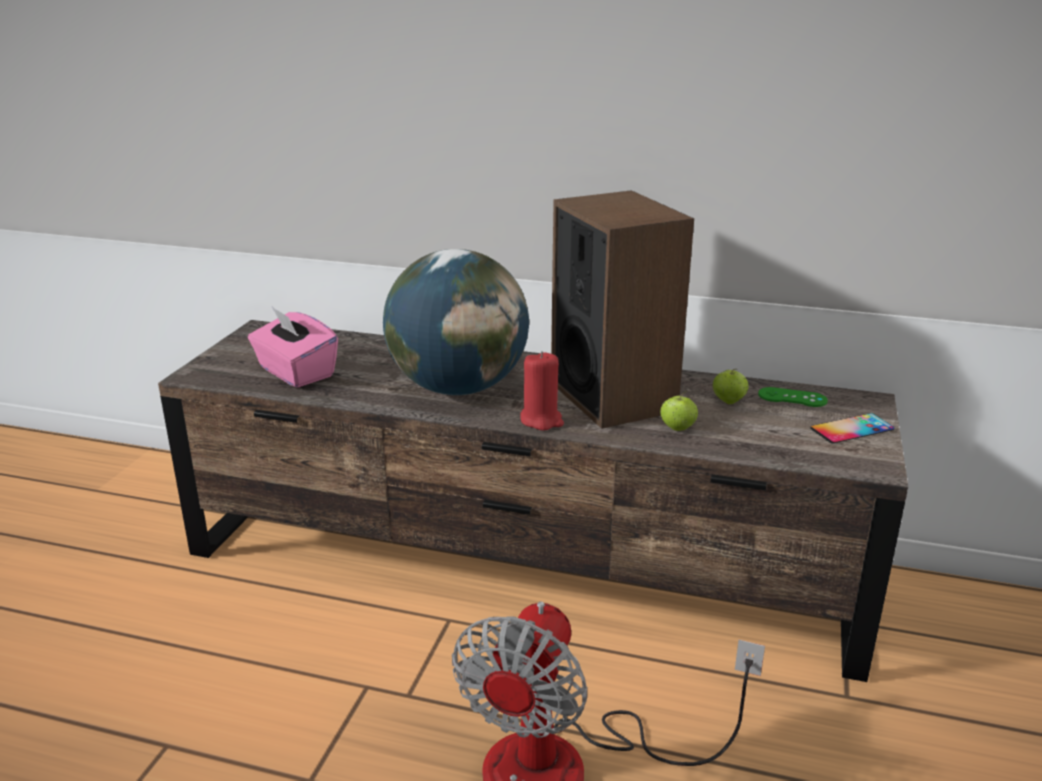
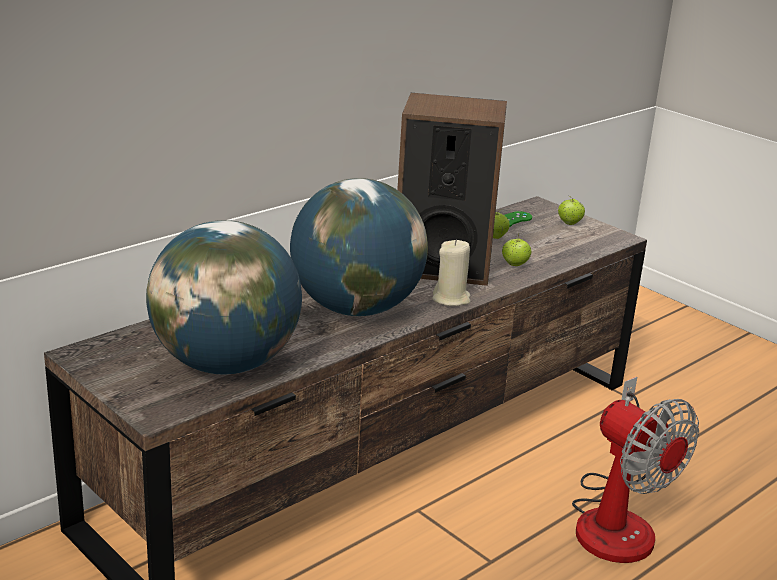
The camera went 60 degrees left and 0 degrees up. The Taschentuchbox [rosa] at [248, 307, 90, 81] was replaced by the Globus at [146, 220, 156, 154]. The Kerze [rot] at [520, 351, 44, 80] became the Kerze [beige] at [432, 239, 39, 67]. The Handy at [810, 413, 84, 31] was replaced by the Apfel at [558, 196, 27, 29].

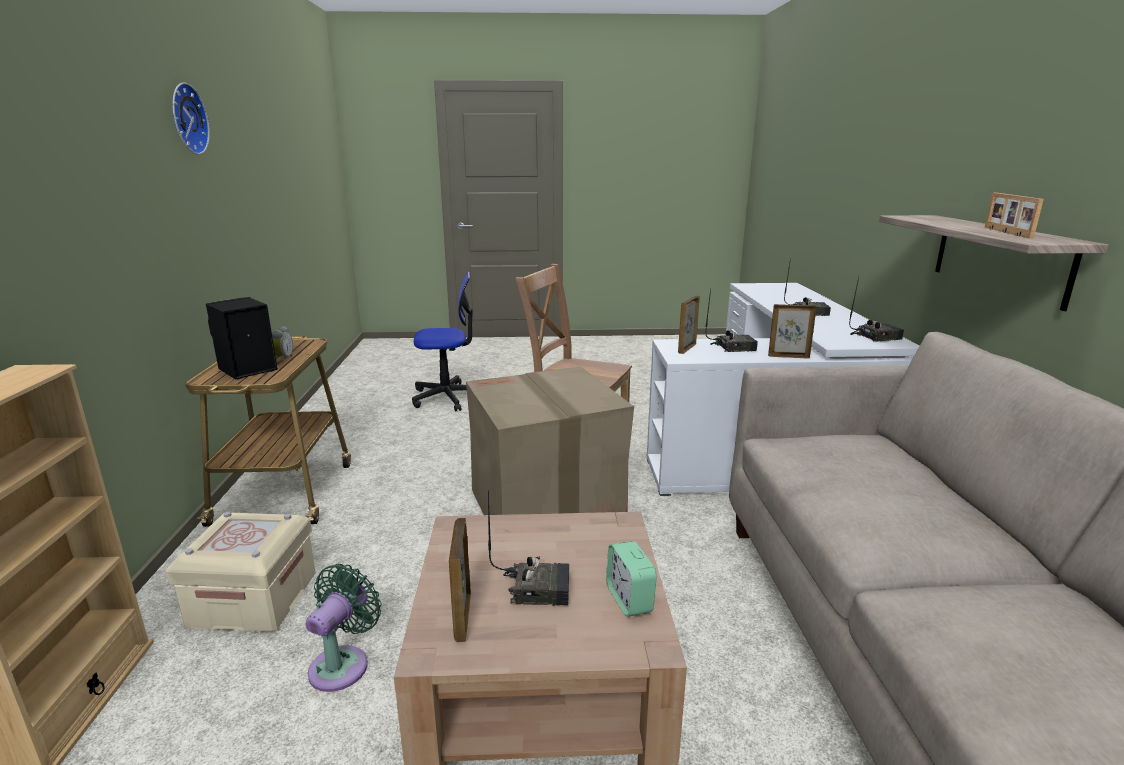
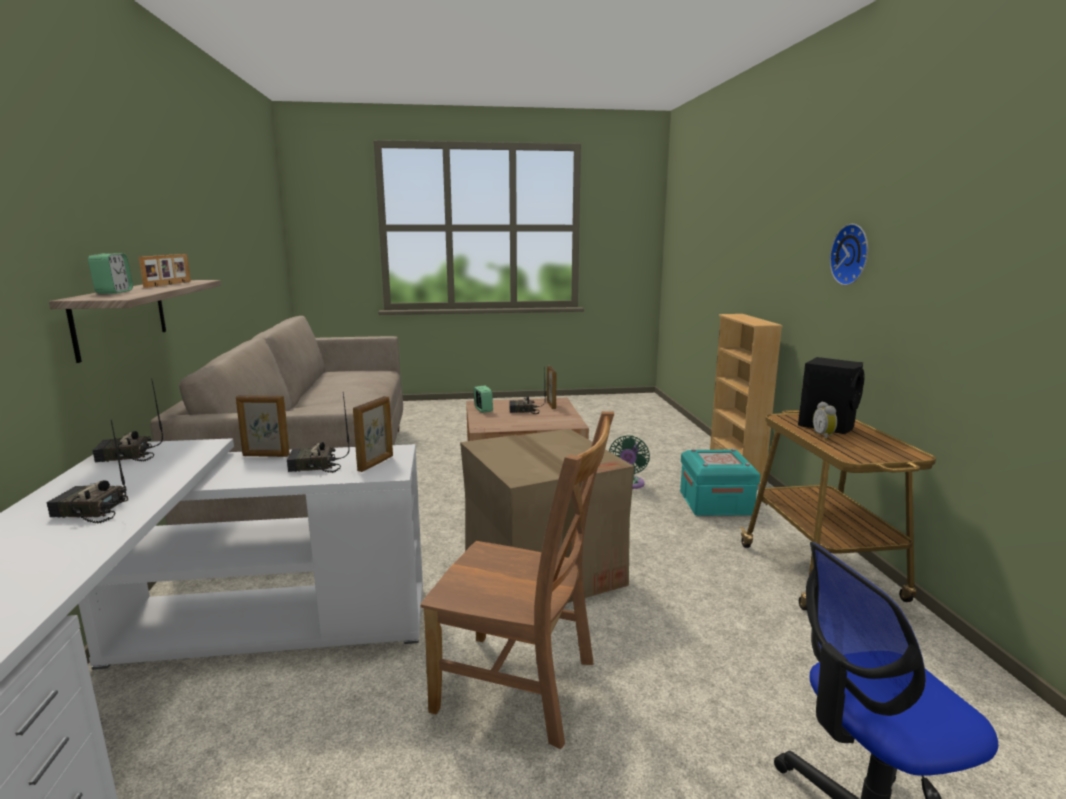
The camera went 175 degrees right and 5 degrees down. The Wanduhr moved from [172, 83, 38, 72] to [829, 224, 39, 62]. The Aufbewahrungsbox [beige] at [166, 511, 150, 121] became the Aufbewahrungsbox [türkis] at [680, 449, 81, 67]. The Wecker at [88, 253, 45, 41] appeared.

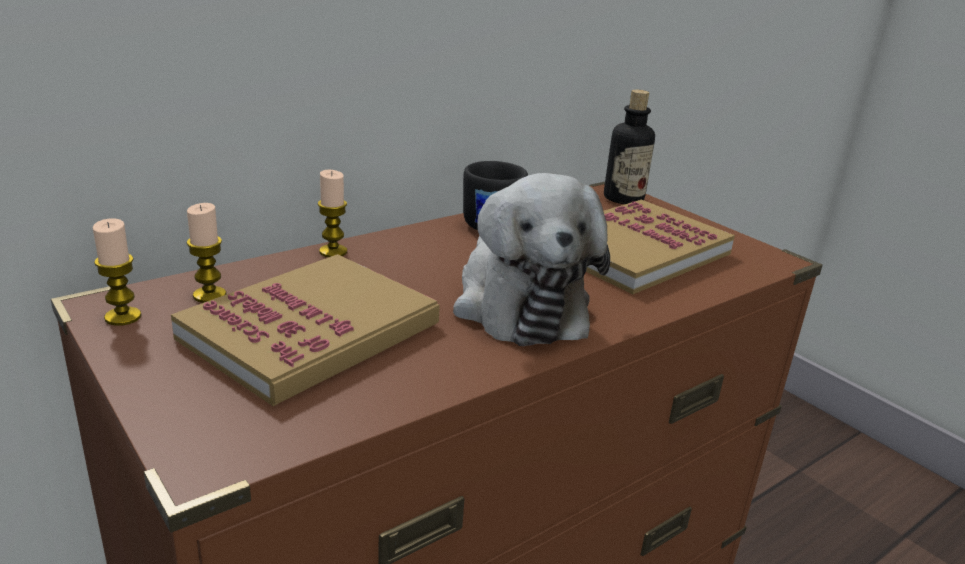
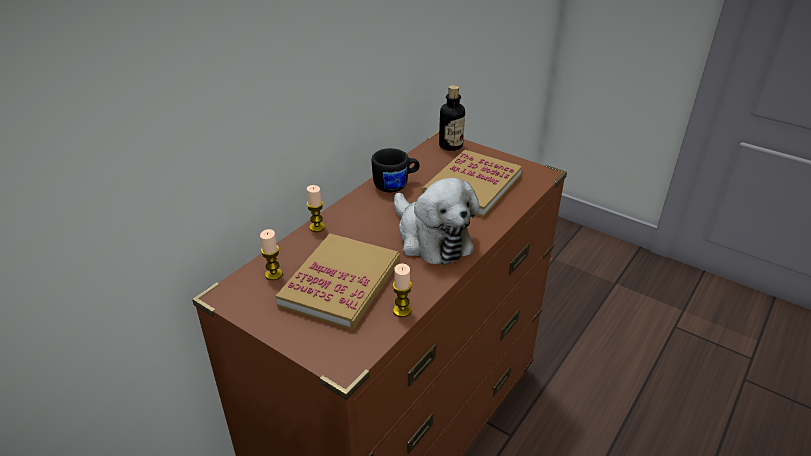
The camera went 15 degrees left and 10 degrees up. The Kerze moved from [93, 218, 48, 108] to [393, 264, 19, 53].

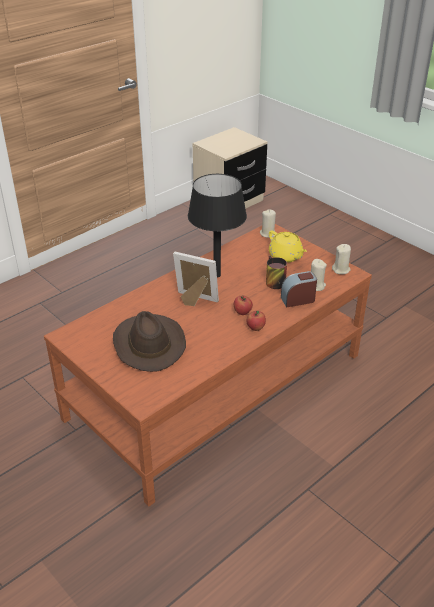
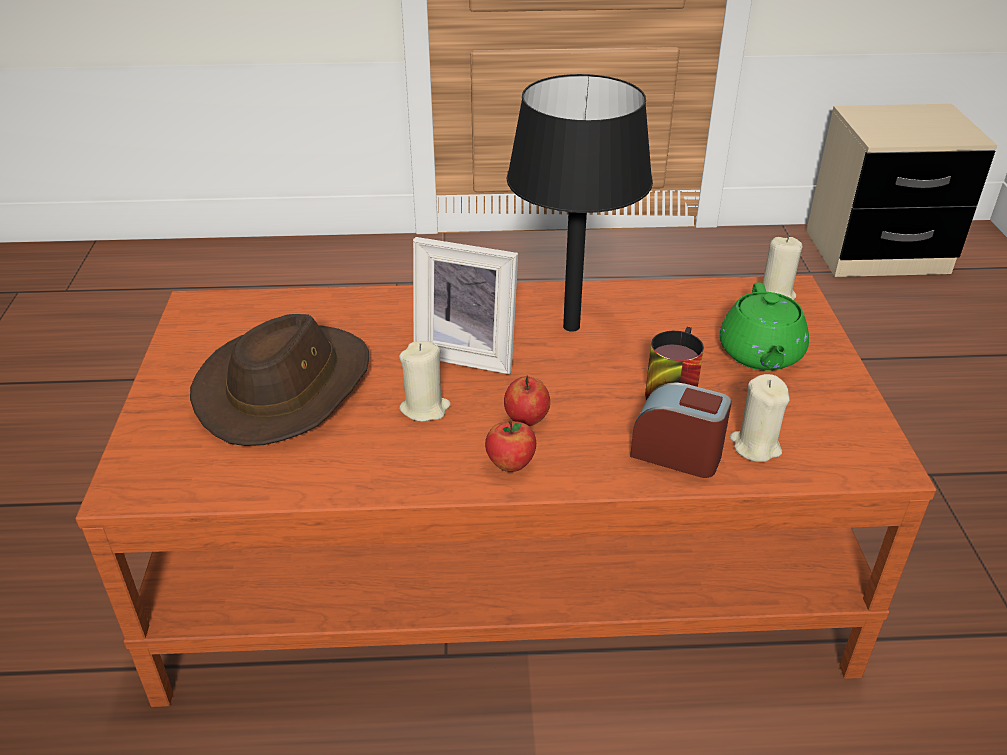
The camera went 40 degrees right and 0 degrees up. The Teekanne [gelb] at [269, 231, 38, 32] became the Teekanne [grün] at [720, 282, 89, 89]. The Kerze [beige] moved from [332, 244, 19, 30] to [399, 341, 52, 81]. The Bilderrahmen at [173, 252, 46, 54] turned 135 degrees clockwise.

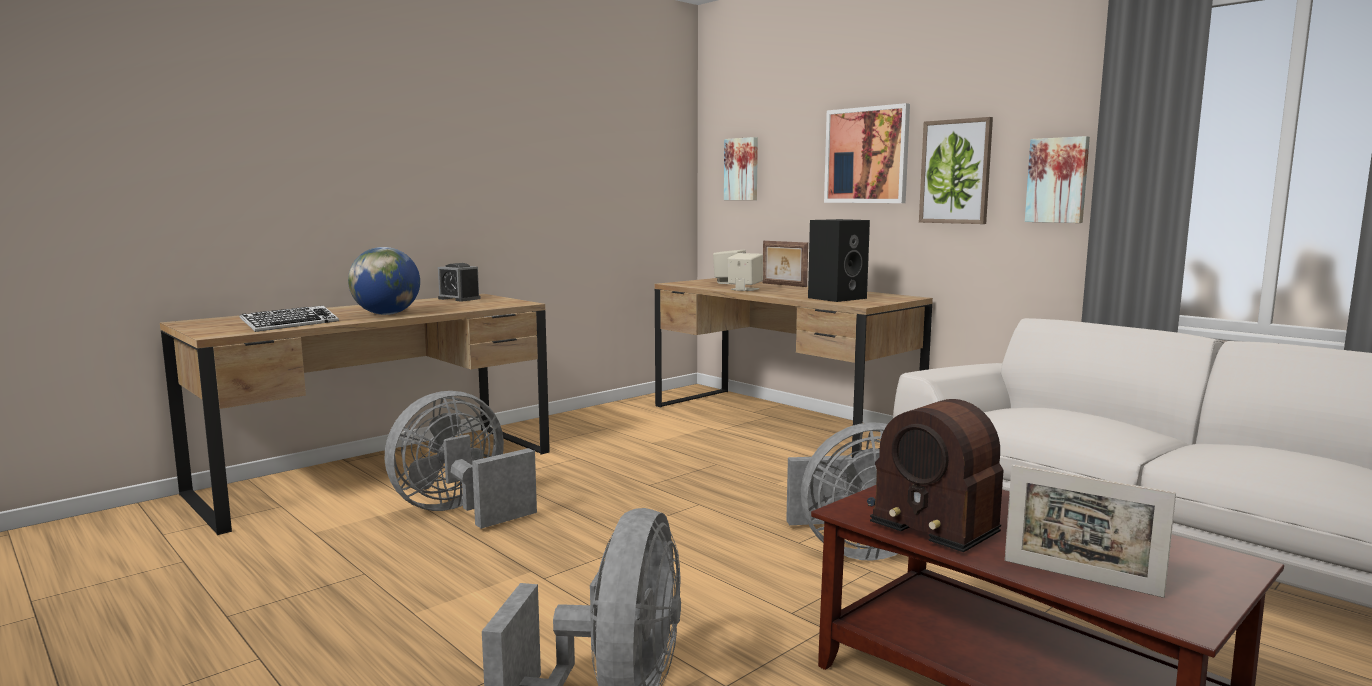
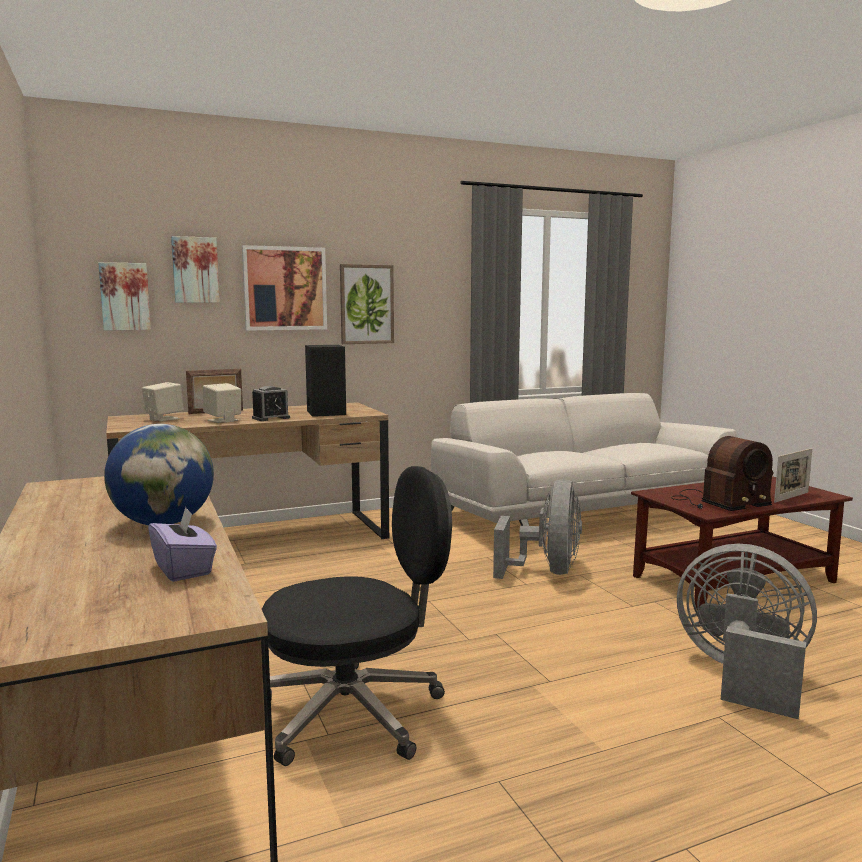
The camera went 70 degrees left and 0 degrees up. The Bild moved from [1025, 136, 65, 87] to [171, 236, 49, 67]. The Wecker moved from [438, 263, 43, 39] to [252, 386, 38, 35]. The Tastatur at [239, 306, 100, 26] was replaced by the Taschentuchbox [lila] at [148, 507, 69, 75]. The Ventilator [grau] at [385, 391, 152, 138] was replaced by the Bürostuhl [schwarz] at [262, 466, 190, 300].

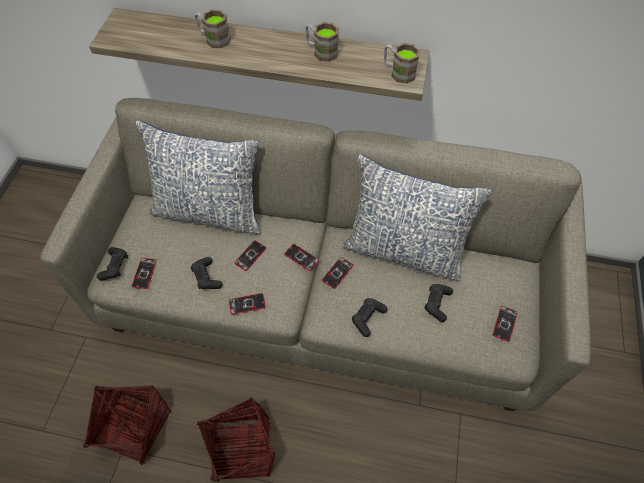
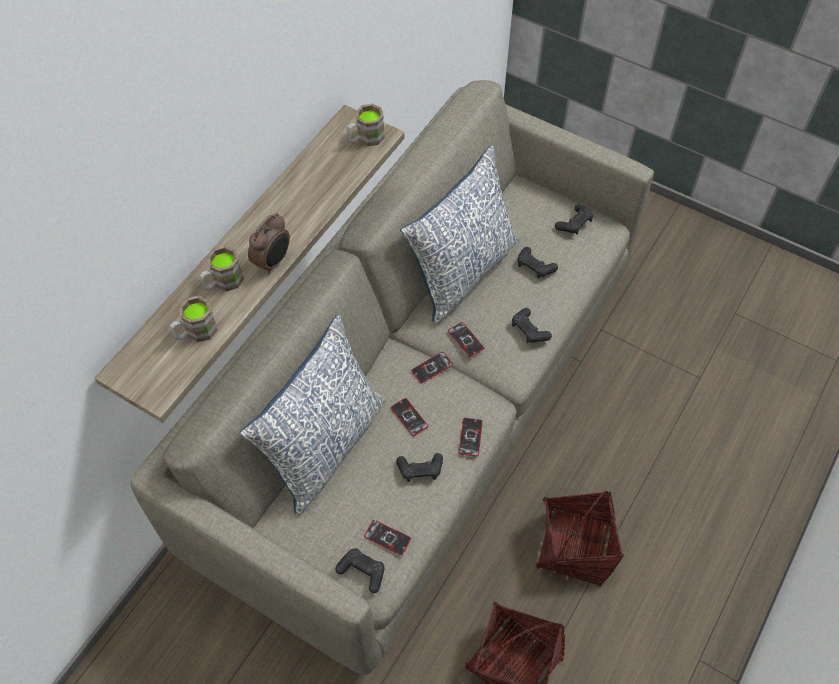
The camera went 70 degrees left and 0 degrees up. The Henkelbecher [braun] moved from [305, 22, 34, 40] to [169, 296, 48, 46]. The Handy at [493, 306, 24, 36] was replaced by the Gamepad [schwarz] at [555, 204, 38, 31]. The Wecker at [248, 213, 42, 62] appeared.

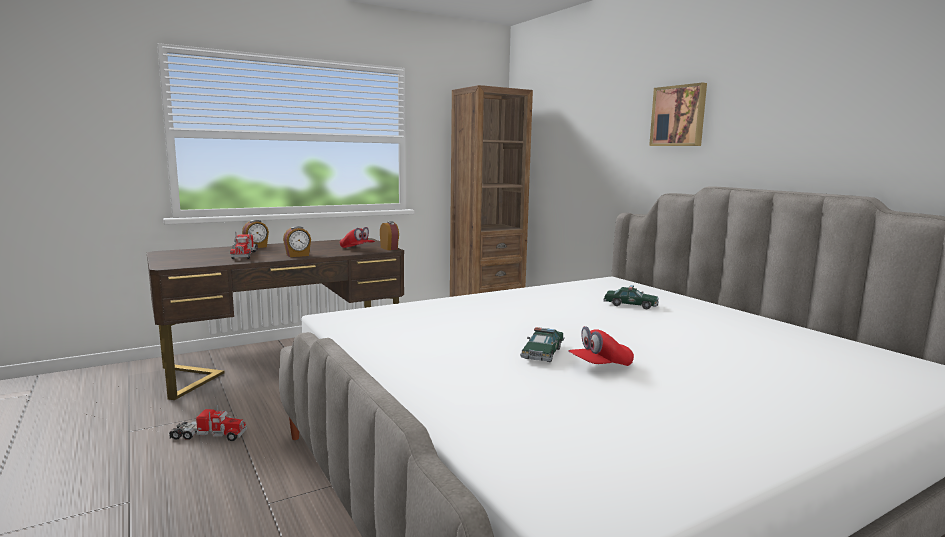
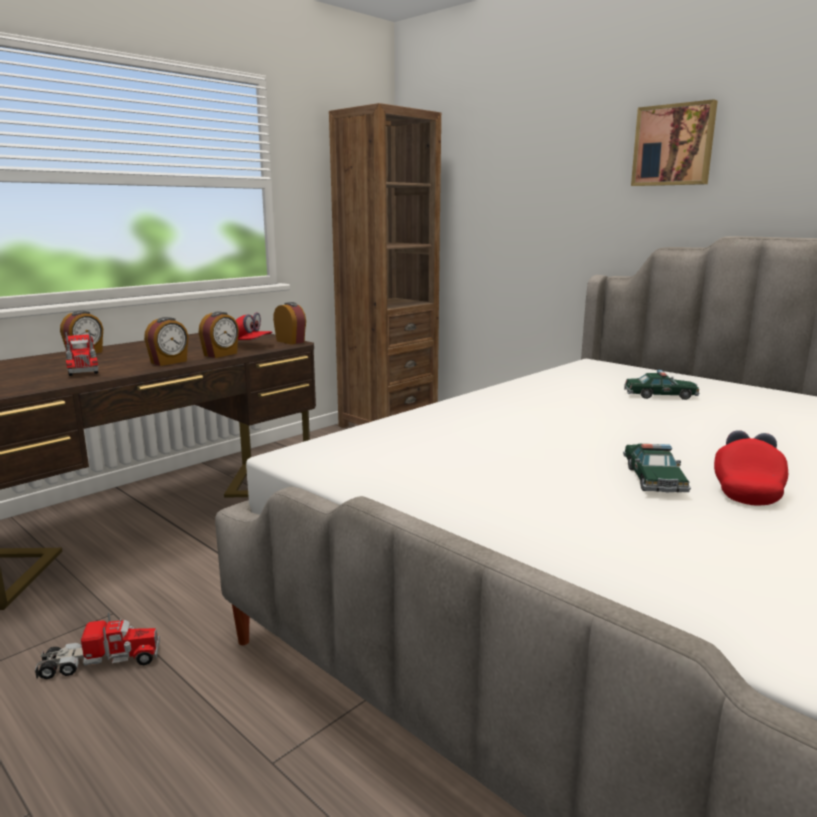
The camera went 15 degrees left and 5 degrees up. The Kappe [rot] at [568, 326, 66, 40] turned 150 degrees clockwise. The Wecker at [199, 312, 40, 46] appeared.

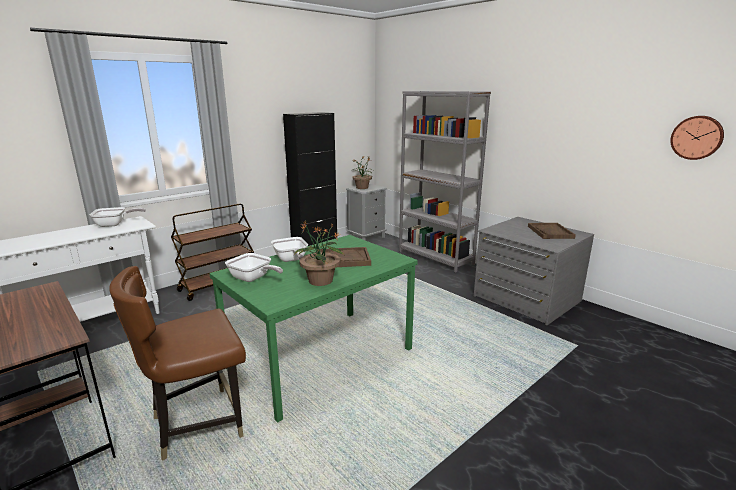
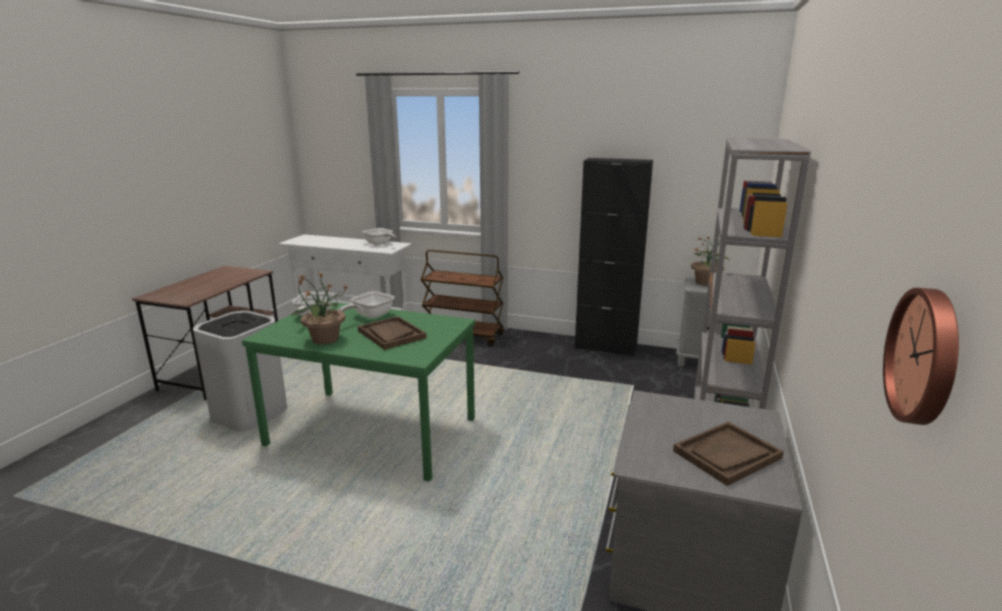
The camera went 60 degrees right and 0 degrees up. The Stuhl [braun] at [109, 266, 137, 195] was replaced by the Mülleimer [weiß] at [193, 311, 94, 121].

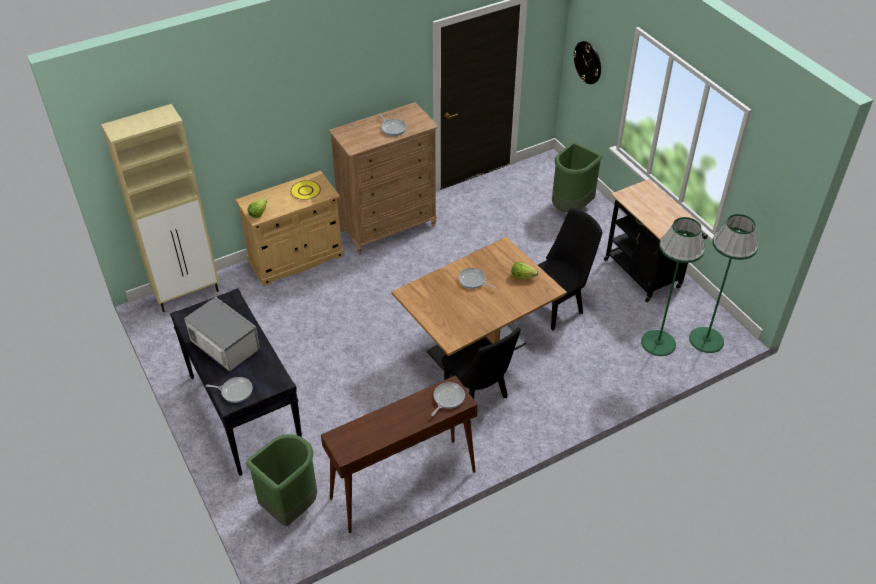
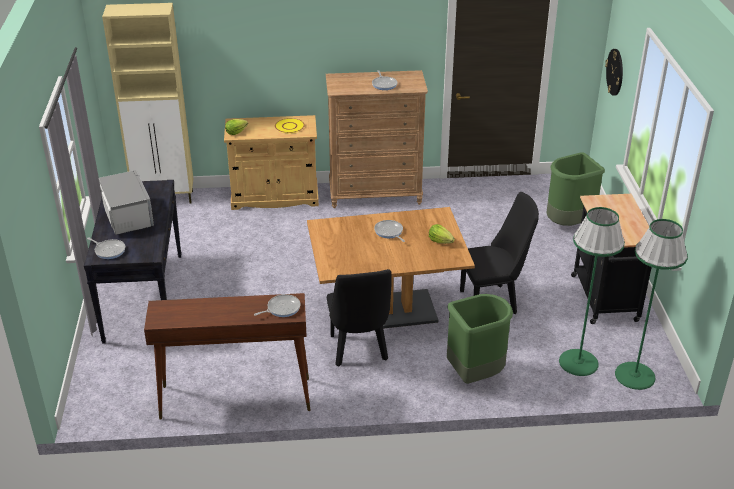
The camera went 25 degrees right and 10 degrees down. The Mülleimer [grün] moved from [246, 434, 71, 92] to [447, 294, 66, 90].

